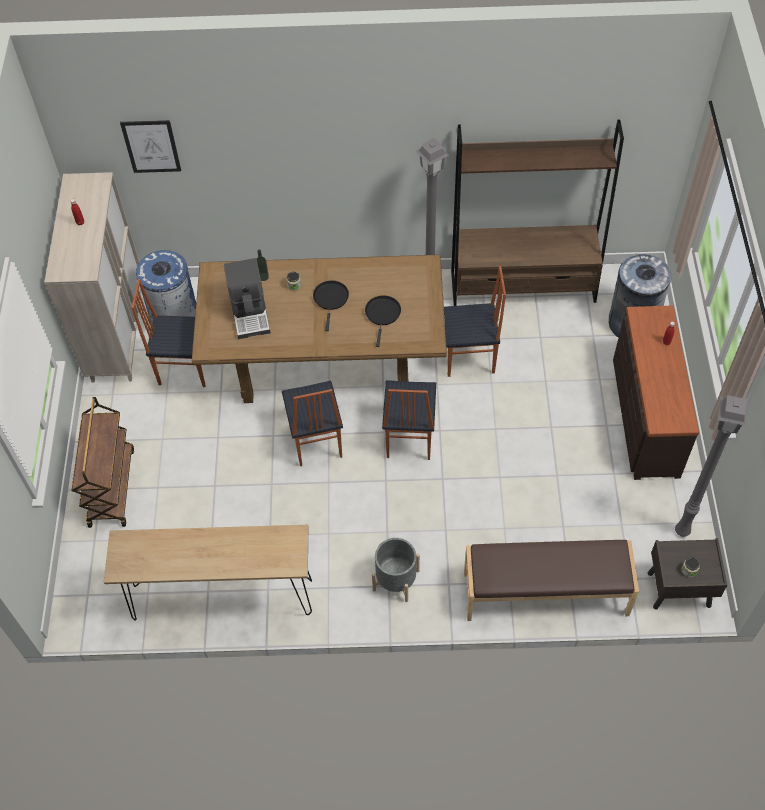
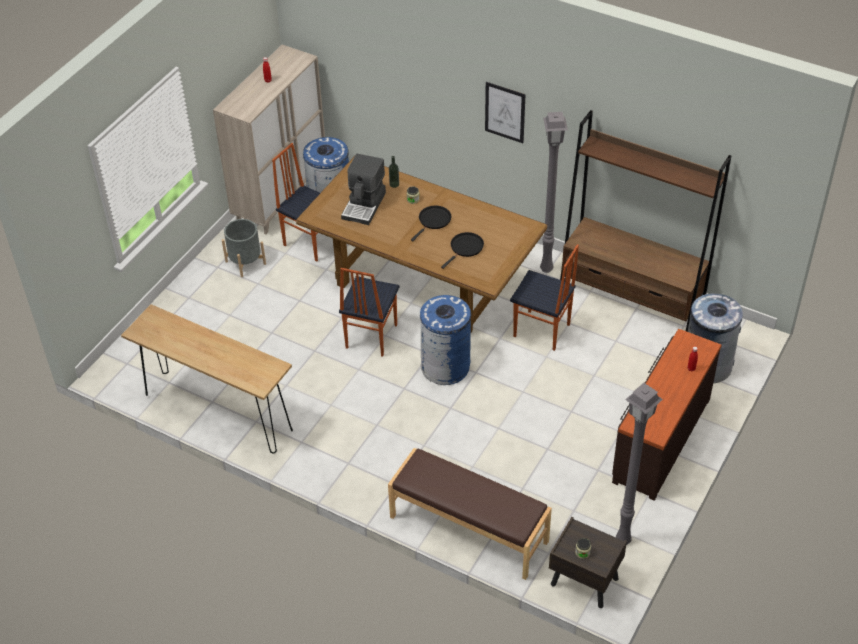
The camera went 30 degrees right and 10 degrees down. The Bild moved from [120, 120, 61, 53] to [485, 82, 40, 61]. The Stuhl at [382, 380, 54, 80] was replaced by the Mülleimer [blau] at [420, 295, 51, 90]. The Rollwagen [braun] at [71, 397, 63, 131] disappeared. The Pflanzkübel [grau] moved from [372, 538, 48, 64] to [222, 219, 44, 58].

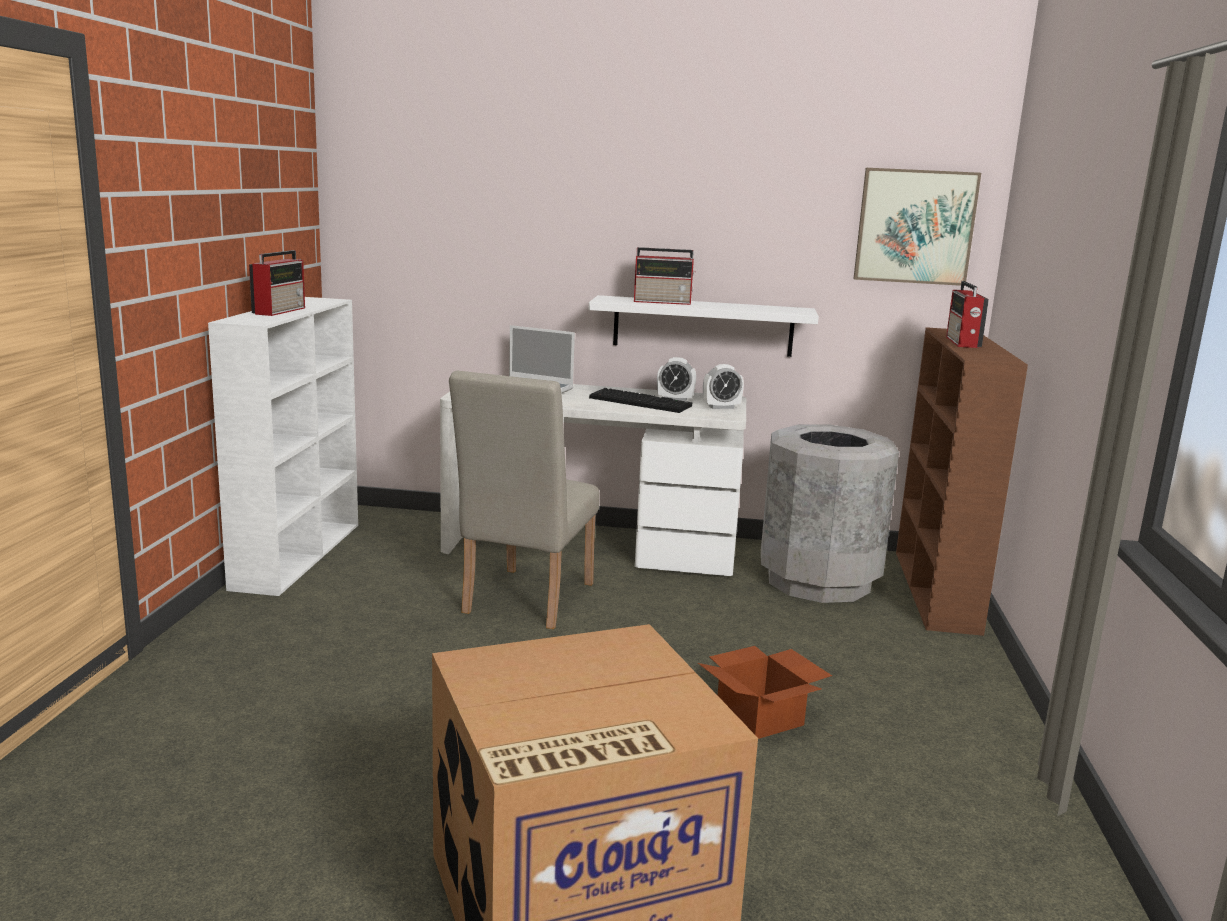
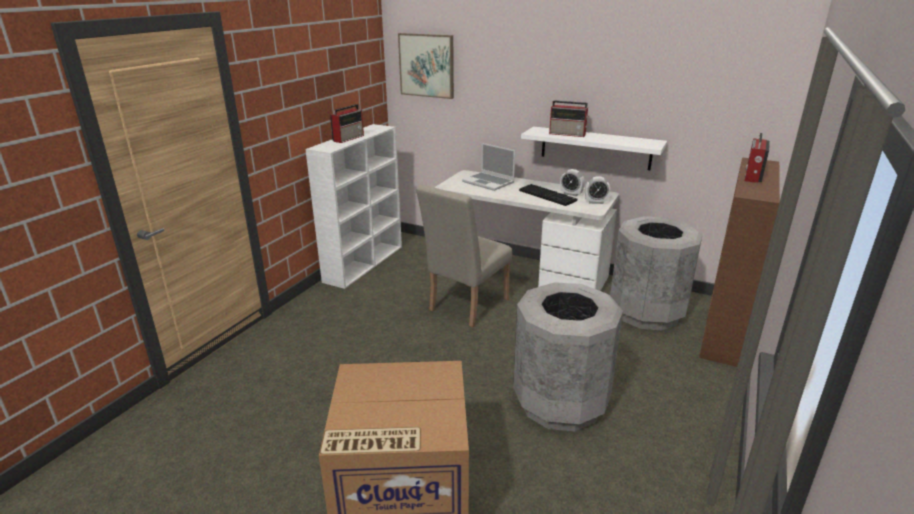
The camera went 20 degrees right and 10 degrees up. The Bild moved from [853, 168, 128, 118] to [398, 33, 56, 66]. The Karton at [698, 646, 134, 93] was replaced by the Mülleimer [grau] at [513, 282, 110, 149].

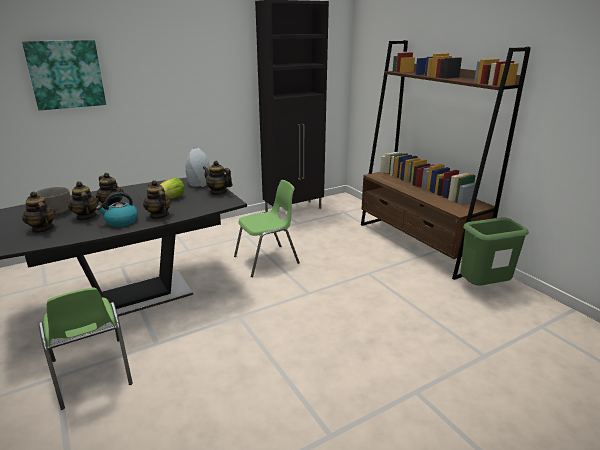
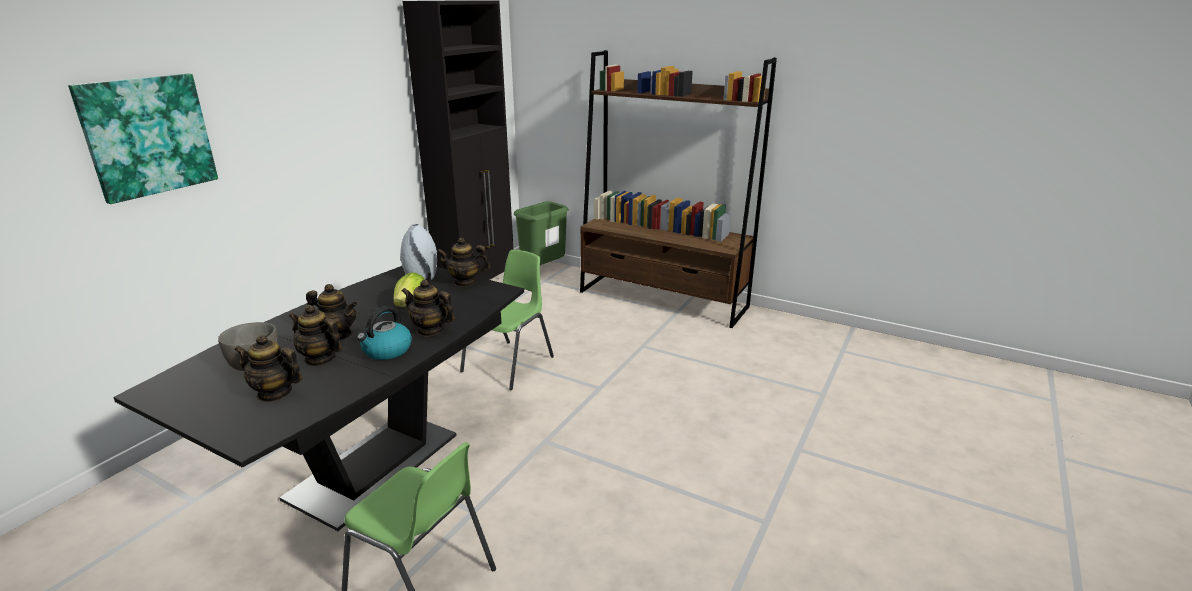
The camera went 30 degrees left and 0 degrees up. The Mülleimer [grün] moved from [461, 217, 68, 69] to [514, 201, 55, 64].

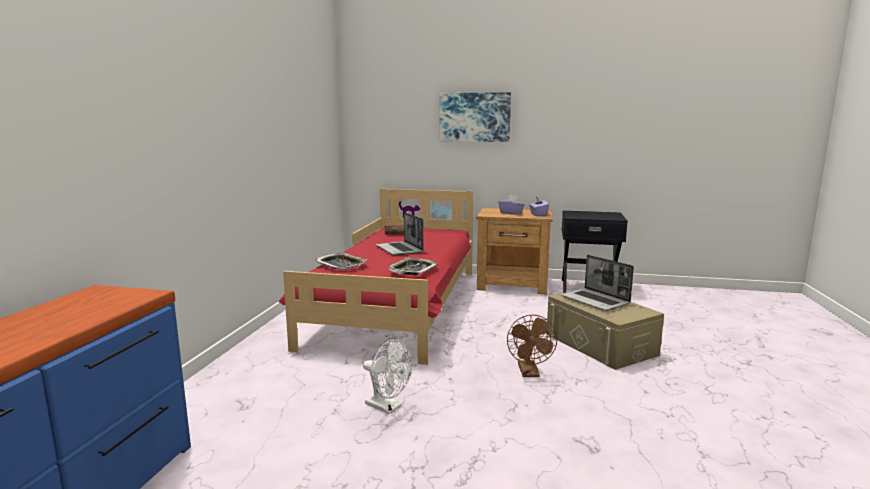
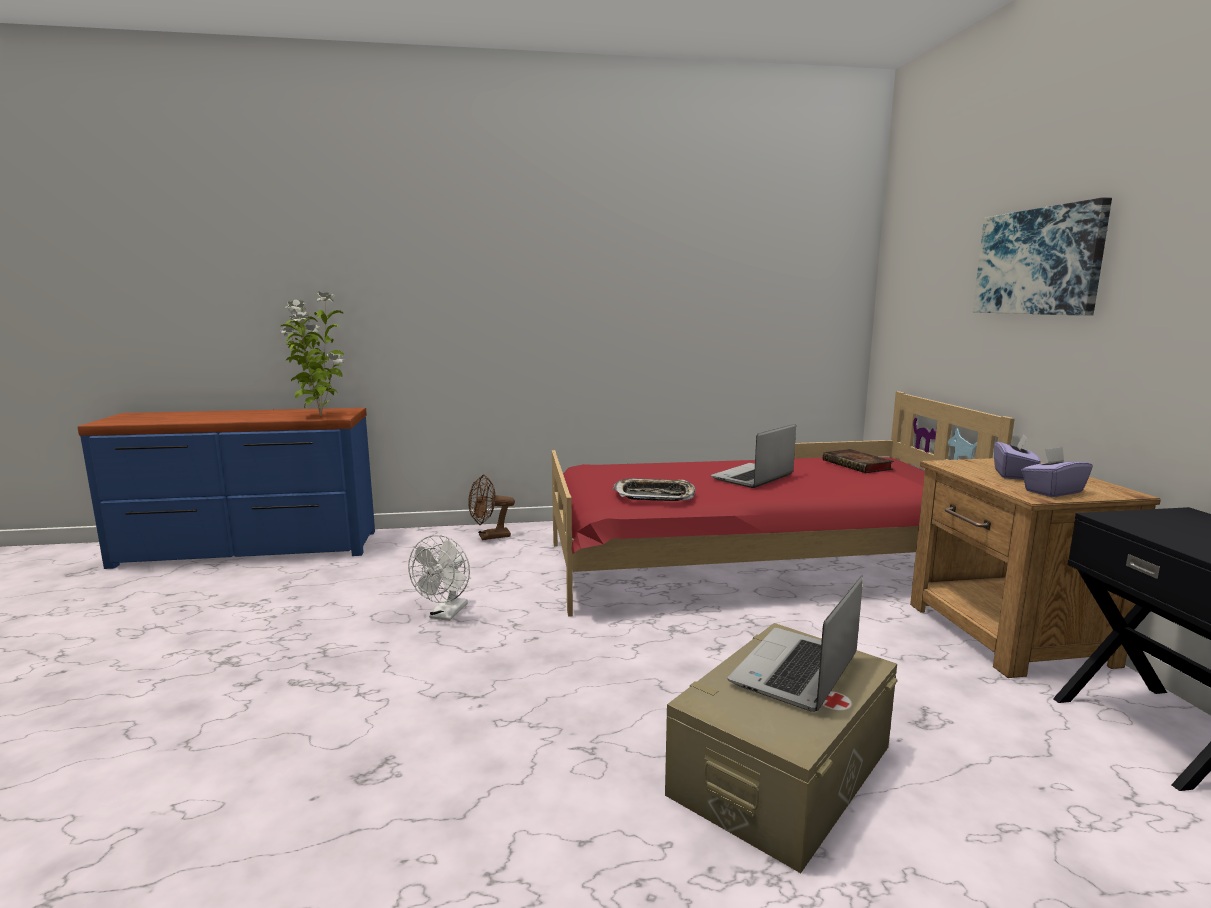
The camera went 70 degrees right and 0 degrees up. The Tablett at [314, 253, 53, 17] disappeared. The Ventilator [braun] moved from [507, 314, 50, 63] to [468, 475, 47, 65]. The Topfpflanze at [281, 291, 63, 125] appeared.

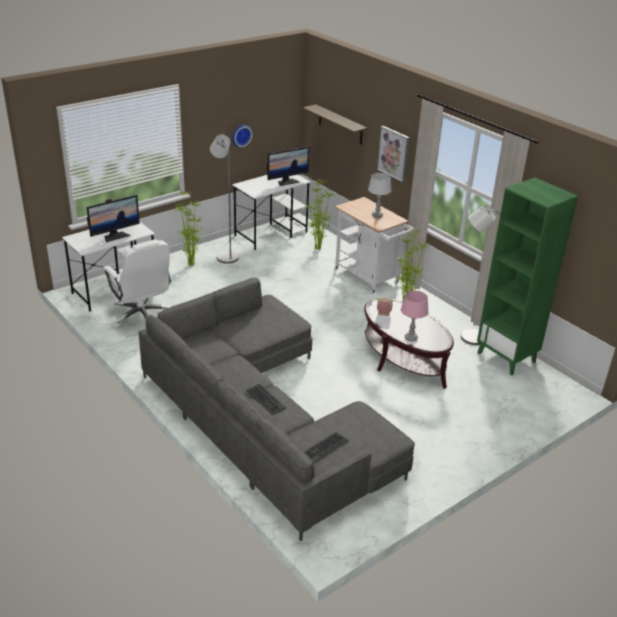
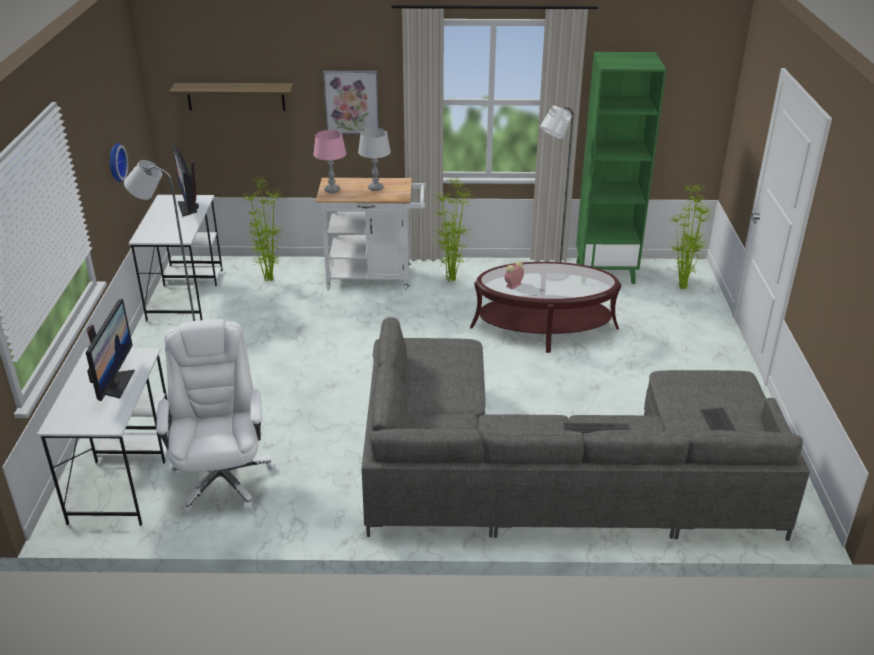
The camera went 50 degrees left and 0 degrees up. The Monitor at [267, 147, 42, 39] turned 150 degrees clockwise. The Topfpflanze moved from [174, 191, 30, 75] to [669, 184, 43, 105]. The Bürostuhl [weiß] at [103, 240, 69, 88] turned 105 degrees counterclockwise. The Tischlampe [rosa] moved from [401, 291, 28, 50] to [313, 130, 34, 63].

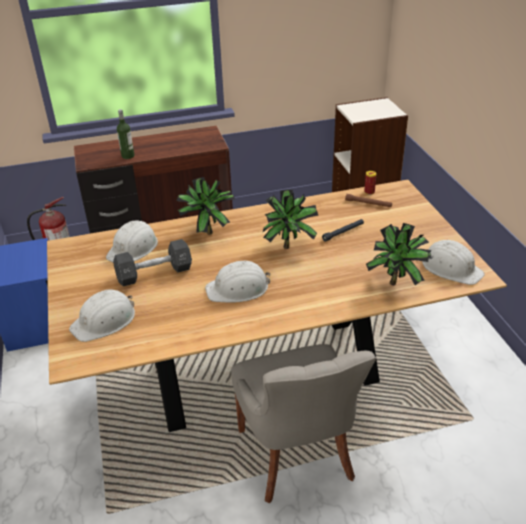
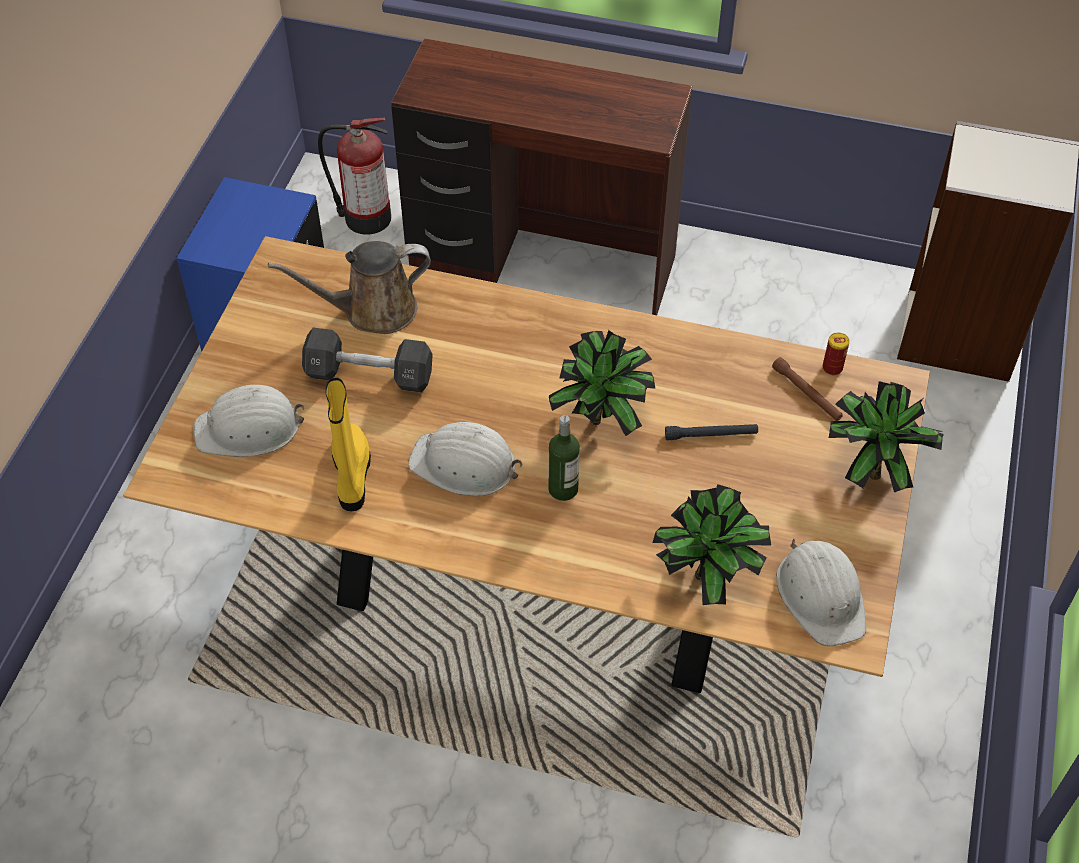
The camera went 30 degrees right and 15 degrees up. The Flasche moved from [117, 109, 17, 50] to [548, 415, 32, 86]. The Topfpflanze moved from [176, 177, 59, 58] to [829, 381, 115, 112]. The Schutzhelm [weiß] at [106, 220, 52, 42] was replaced by the Gießkanne [braun] at [268, 241, 163, 93]. The Stuhl [grau] at [231, 344, 145, 159] disappeared. The Stiefel [gelb] at [325, 378, 46, 133] appeared.

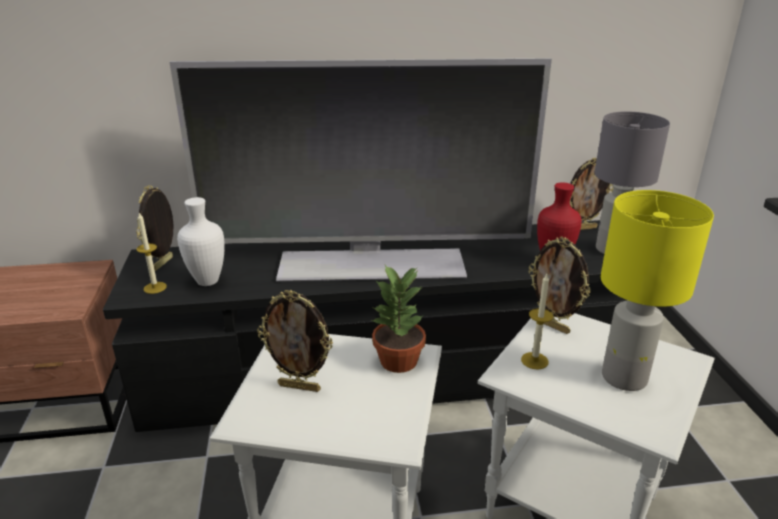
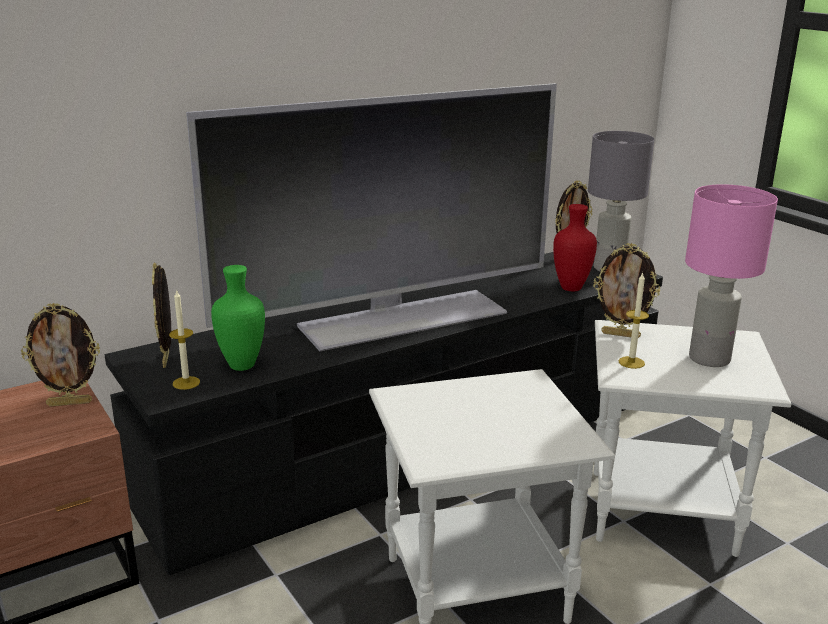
The camera went 25 degrees left and 5 degrees down. The Tischlampe [gelb] at [601, 190, 113, 201] became the Tischlampe [rosa] at [685, 184, 93, 183]. The Vase [weiß] at [177, 197, 48, 89] became the Vase [grün] at [211, 265, 54, 106]. The Topfpflanze at [372, 265, 54, 108] disappeared. The Bilderrahmen moved from [257, 290, 76, 102] to [21, 303, 79, 104].

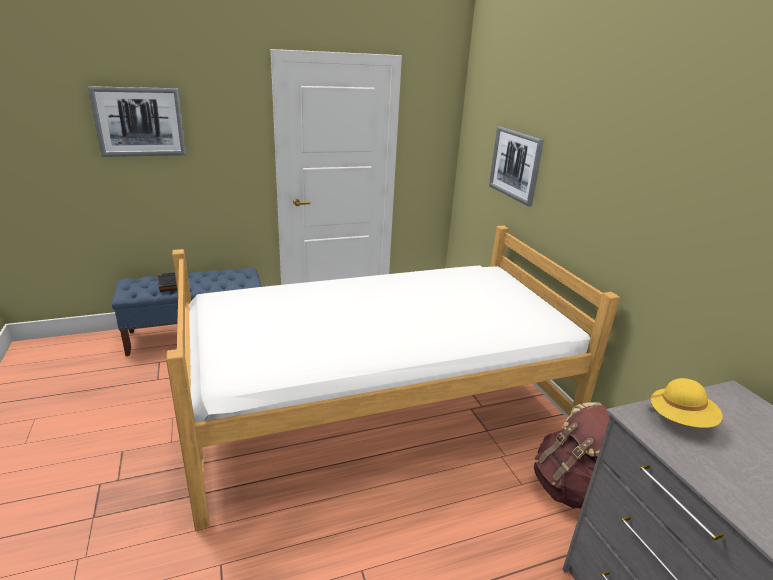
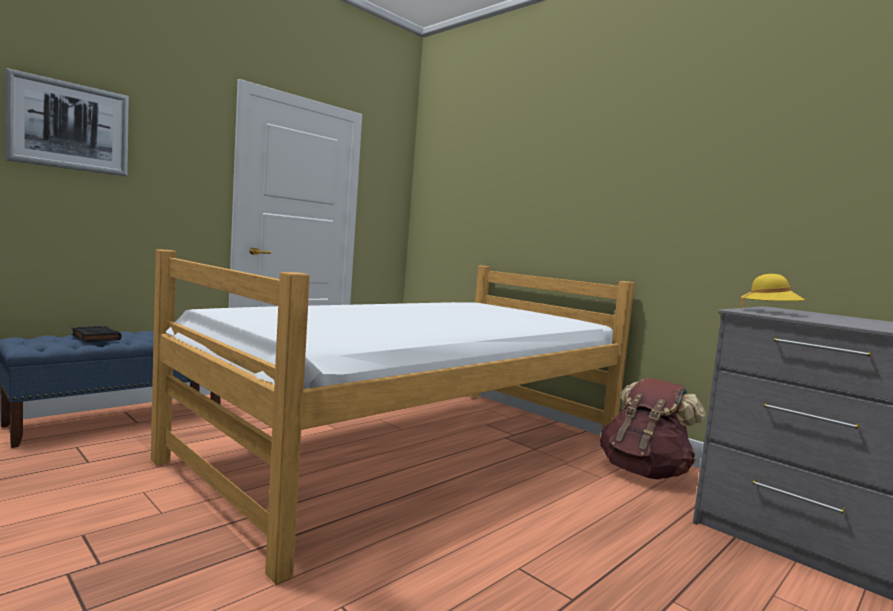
The camera went 25 degrees left and 20 degrees down. The Bild at [489, 126, 55, 81] disappeared.

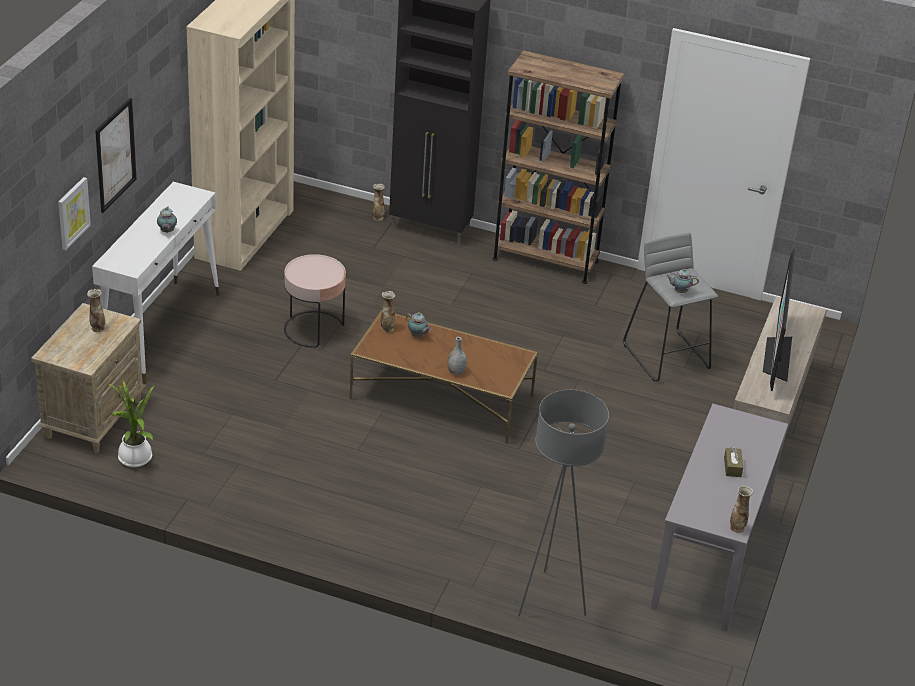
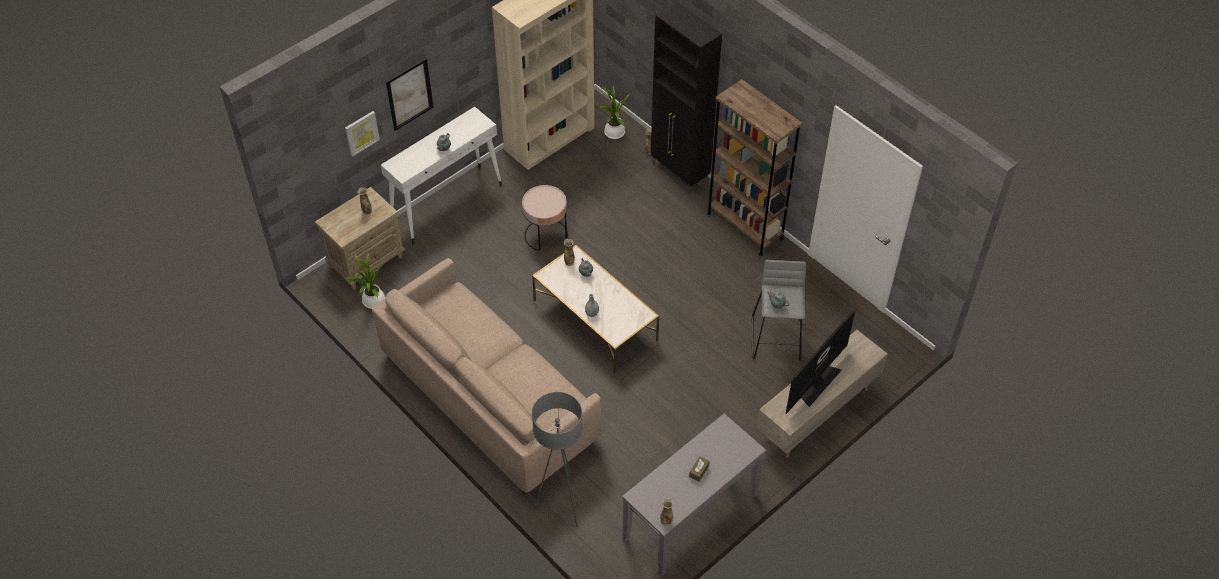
The camera went 30 degrees right and 15 degrees up. The Couchtisch [braun] at [350, 310, 188, 134] became the Couchtisch [weiß] at [532, 245, 127, 128]. The Topfpflanze at [598, 86, 33, 53] appeared. The Sofa [beige] at [372, 258, 230, 237] appeared.

